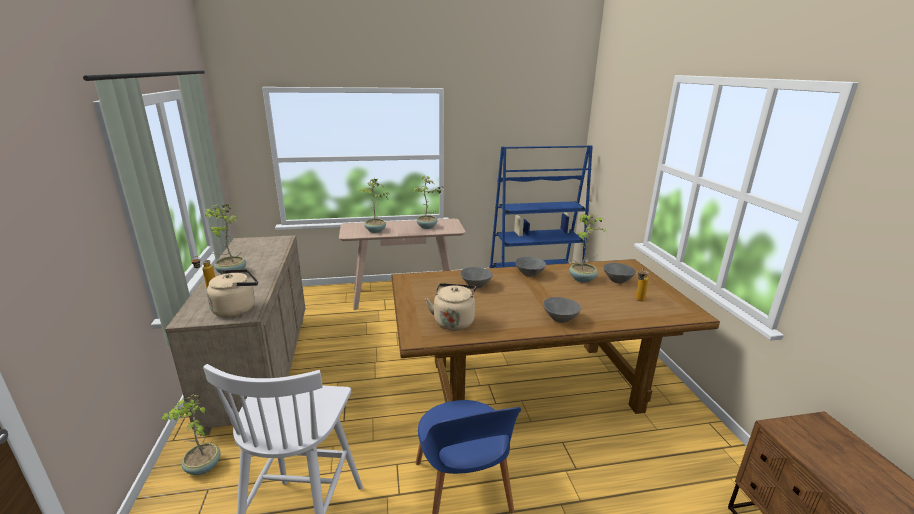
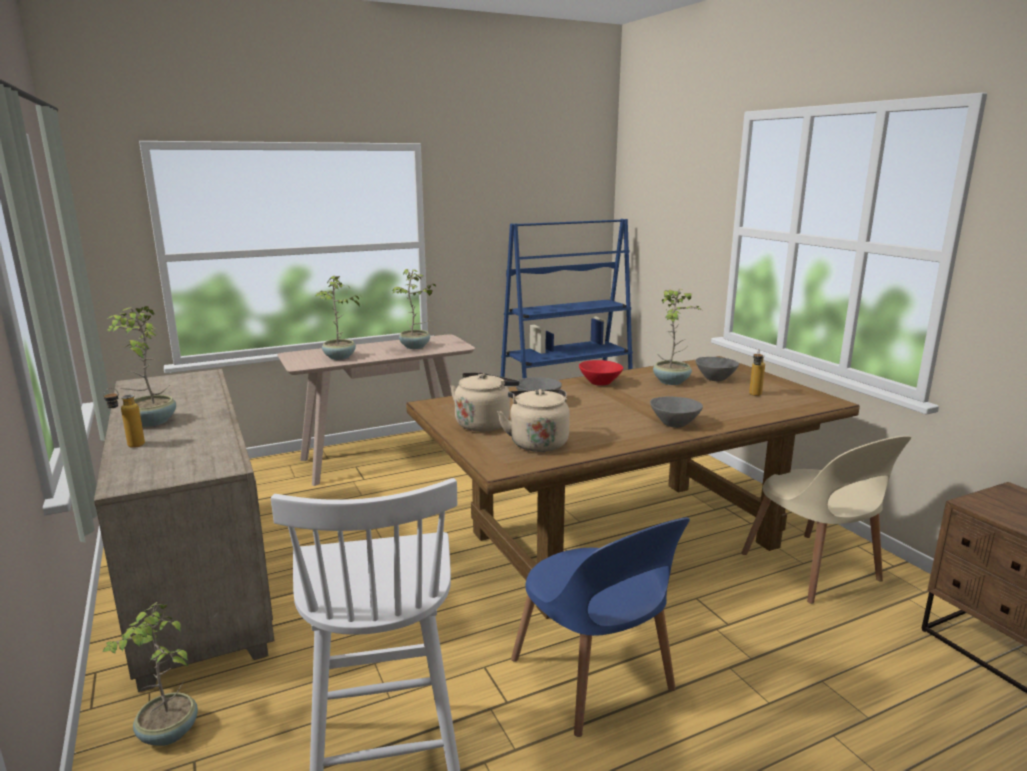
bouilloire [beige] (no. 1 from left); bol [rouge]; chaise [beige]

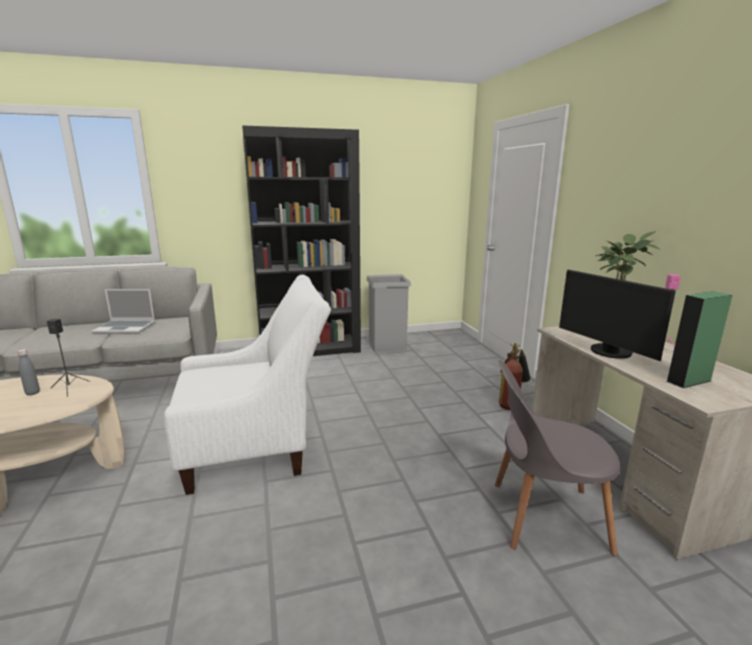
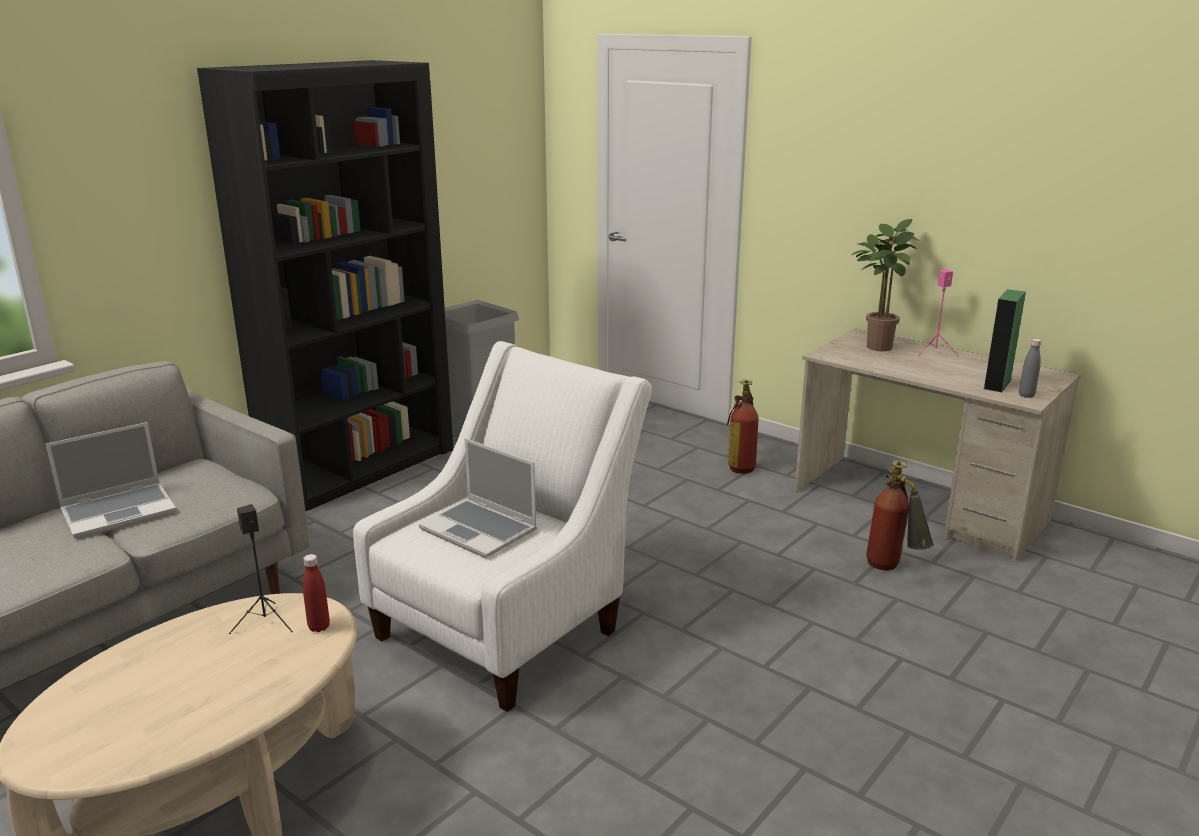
bouteille [gris]; extincteur (no. 2 from left); écran d'ordinateur; bouteille [rouge]; ordinateur portable (no. 2 from left)

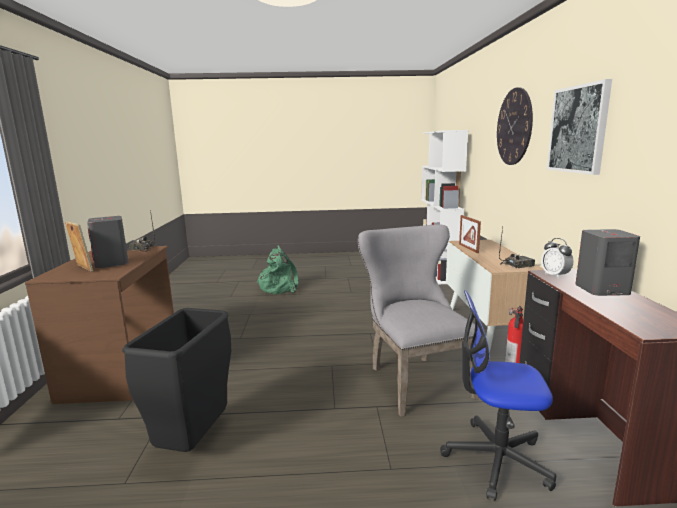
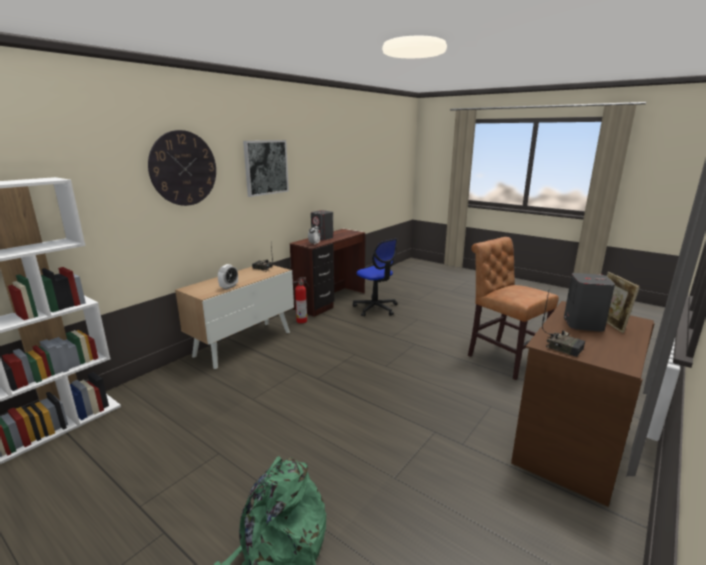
chaise [marron]; chaise [gris]; réveil (no. 1 from left)

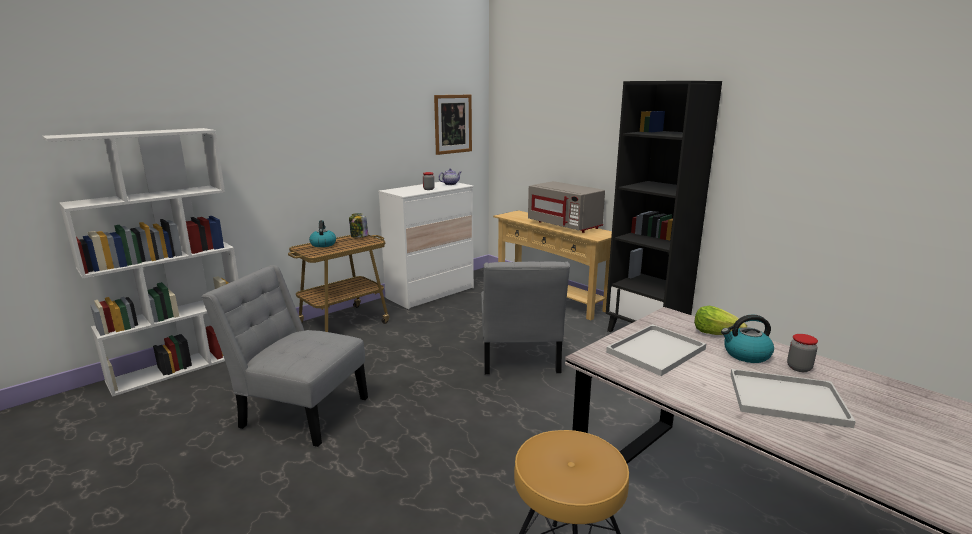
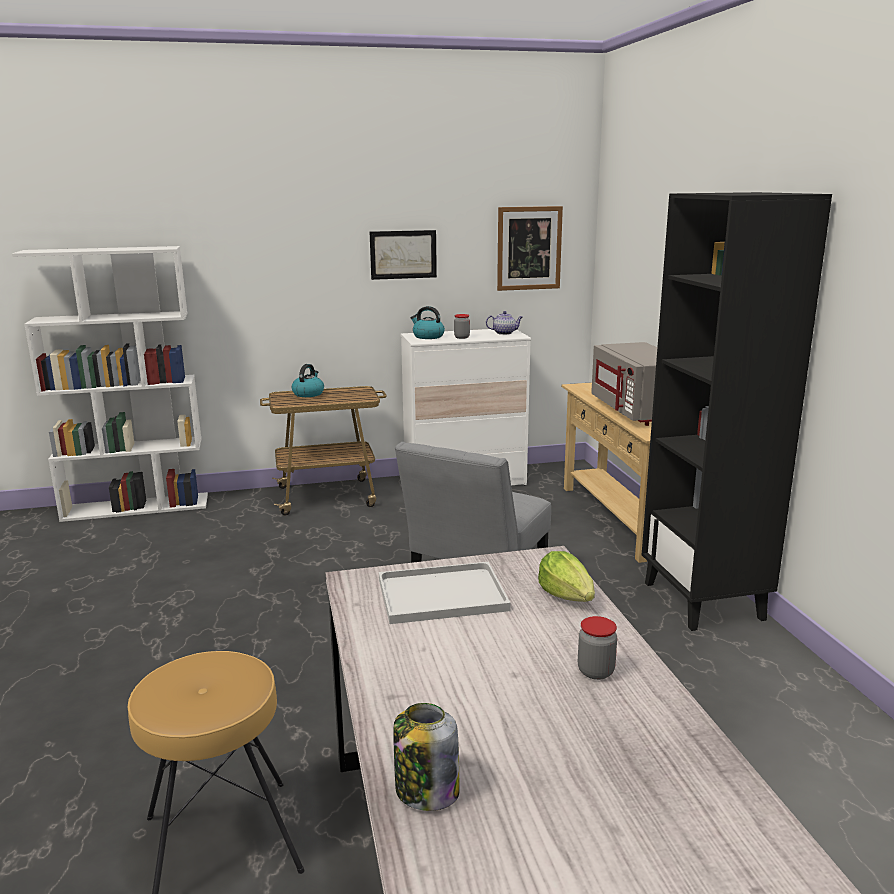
chaise [gris] (no. 1 from left in the first image); bocal (no. 1 from left); bouilloire (no. 2 from left); plateau [blanc] (no. 2 from left in the first image); tableau (no. 1 from left)

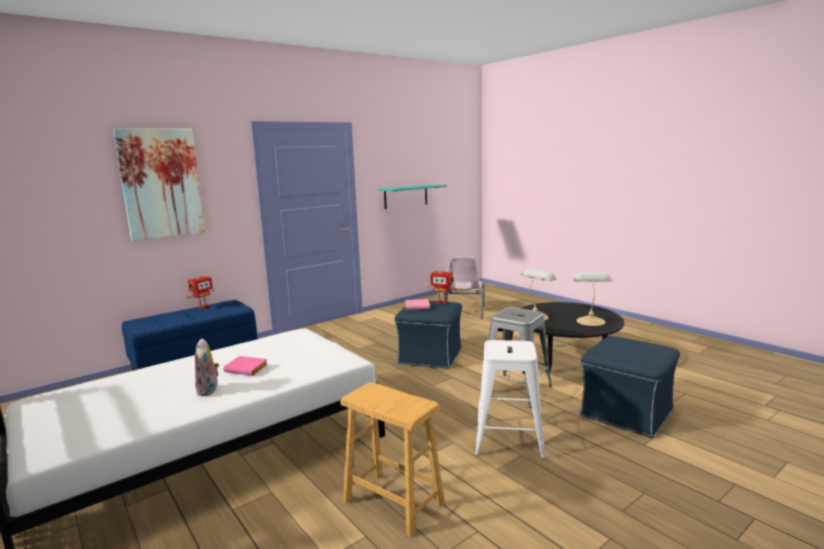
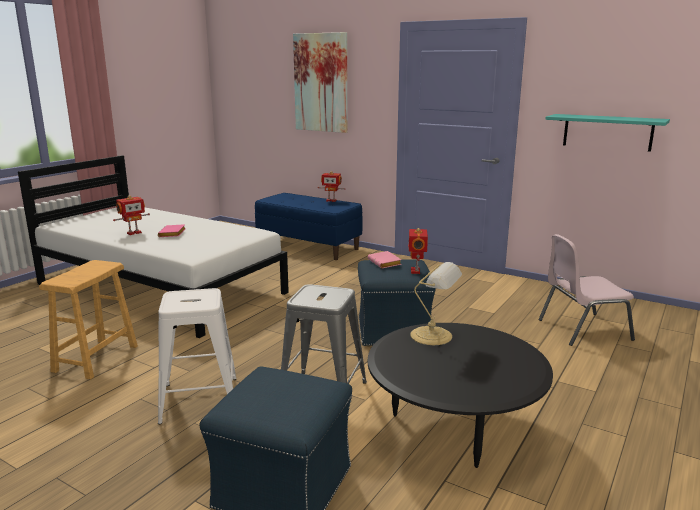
robot jouet (no. 1 from left); lampe de table (no. 2 from left in the first image)

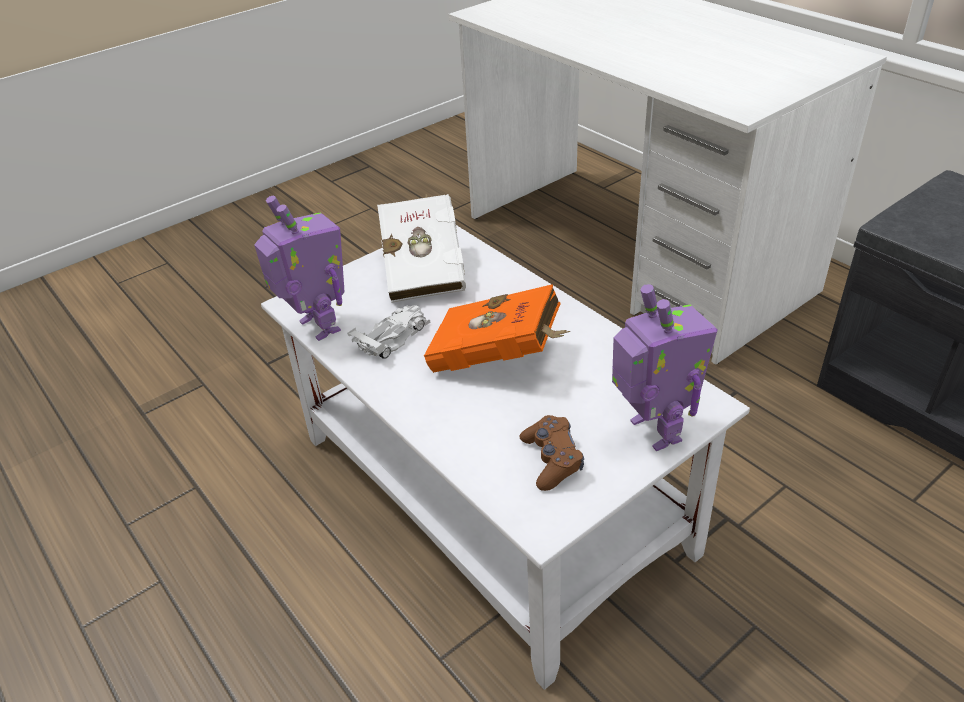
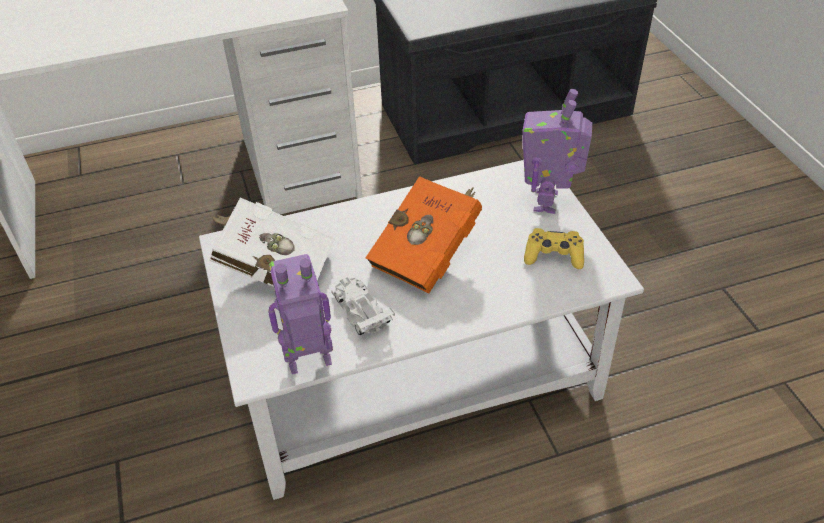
manette [jaune]; robot jouet (no. 2 from left)

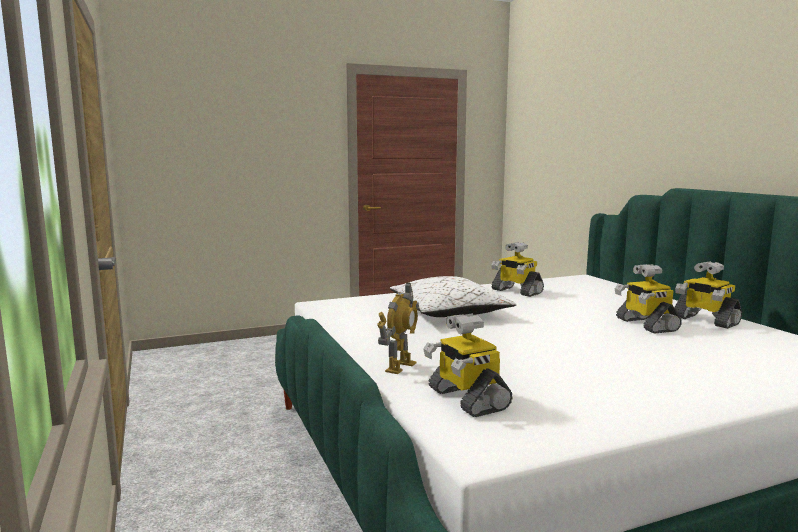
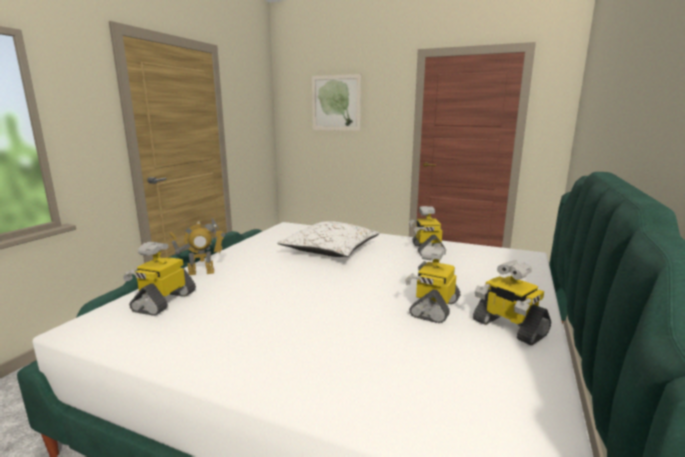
robot jouet (no. 5 from left); tableau

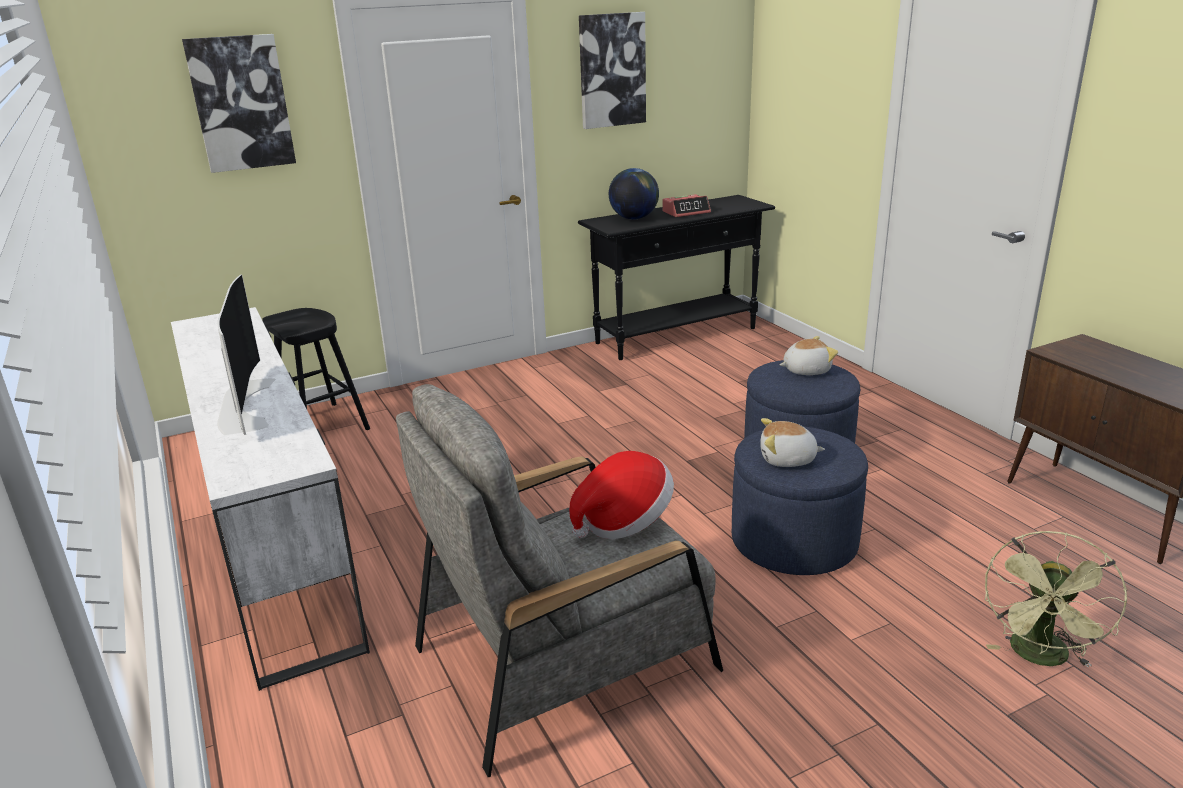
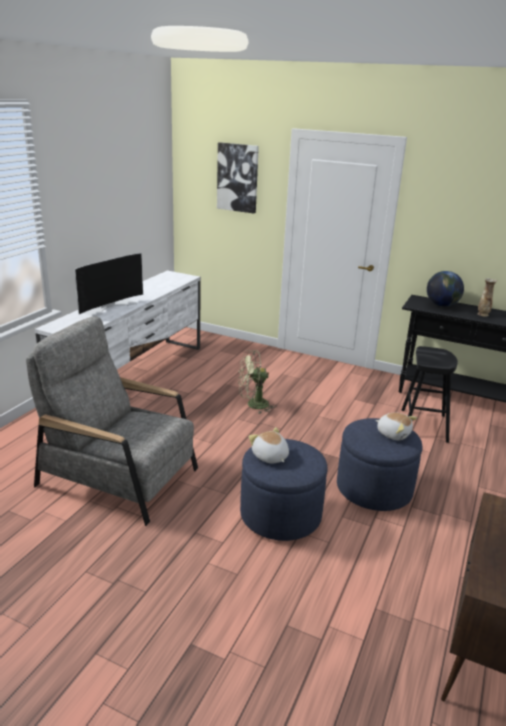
tabouret [noir]; chapeau; tableau (no. 2 from left in the first image); vase; ventilateur [vert]

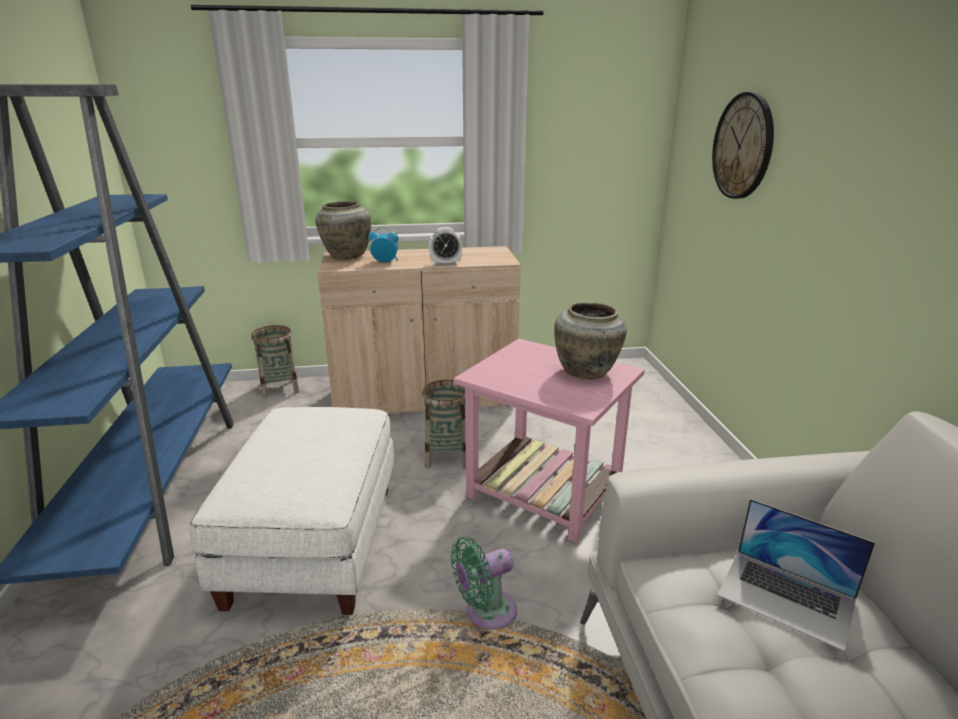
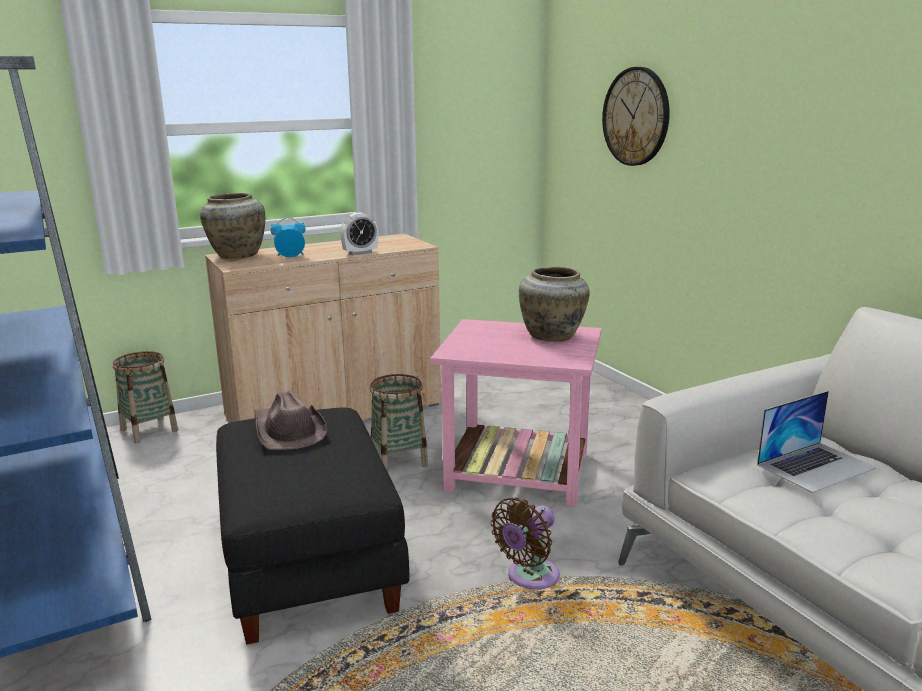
pouf [noir]; ventilateur [marron]; ordinateur portable; chapeau [marron]

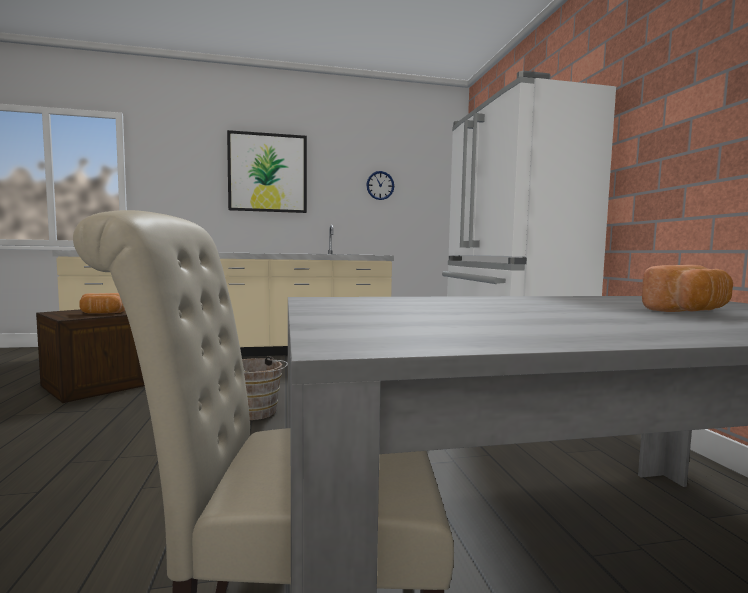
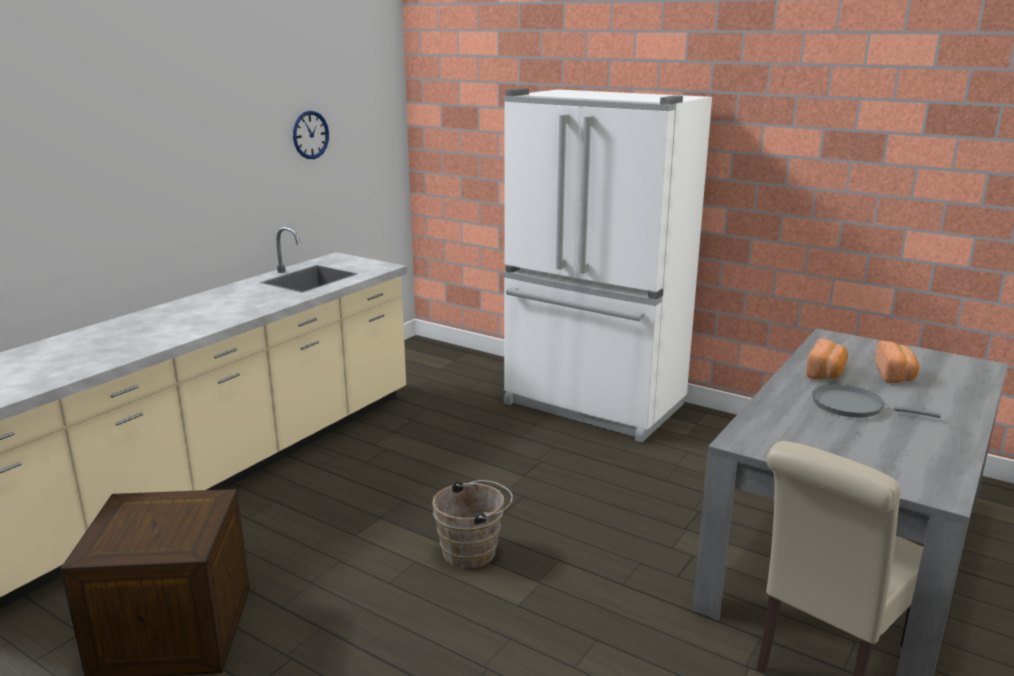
pain (no. 1 from left); tableau; poêle [gris]

